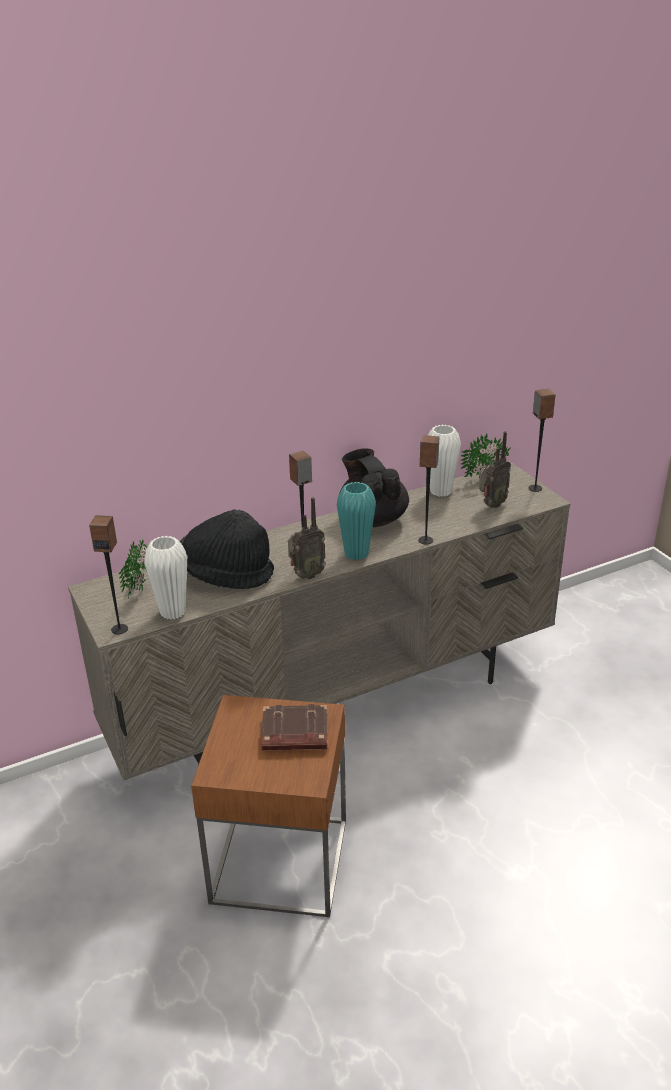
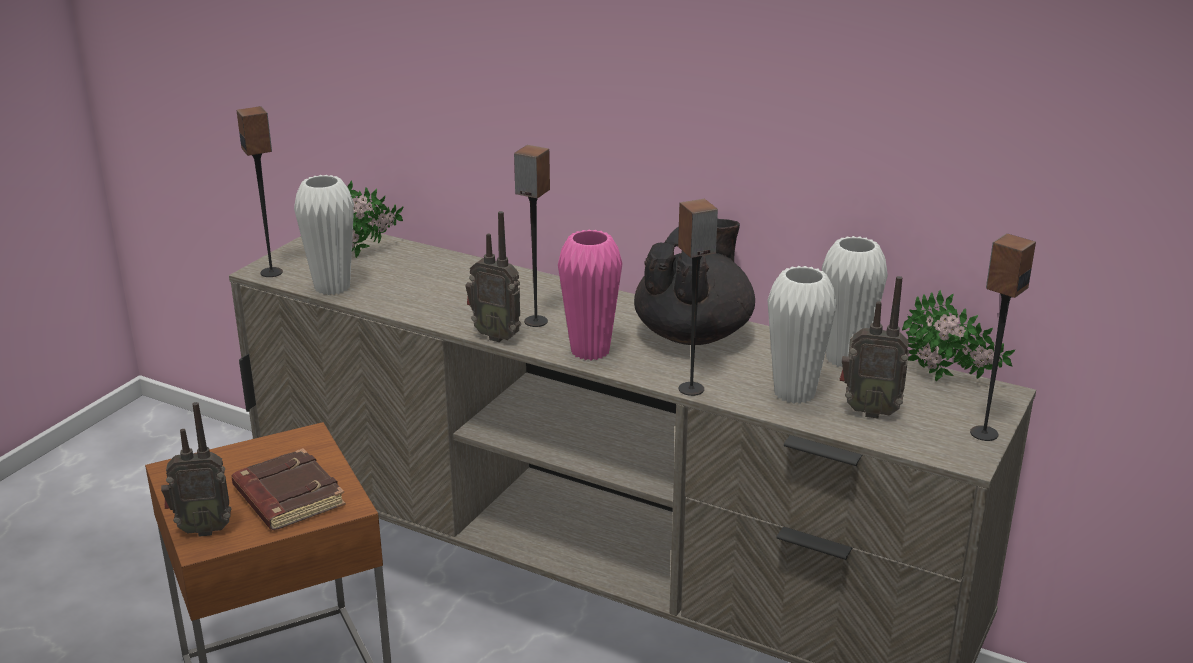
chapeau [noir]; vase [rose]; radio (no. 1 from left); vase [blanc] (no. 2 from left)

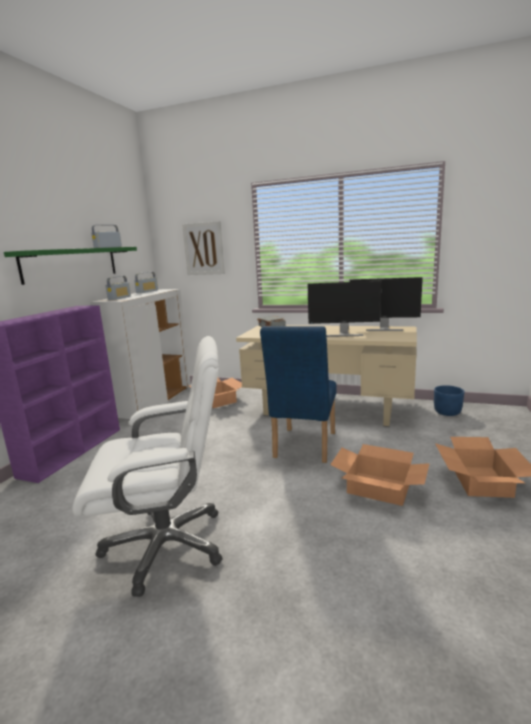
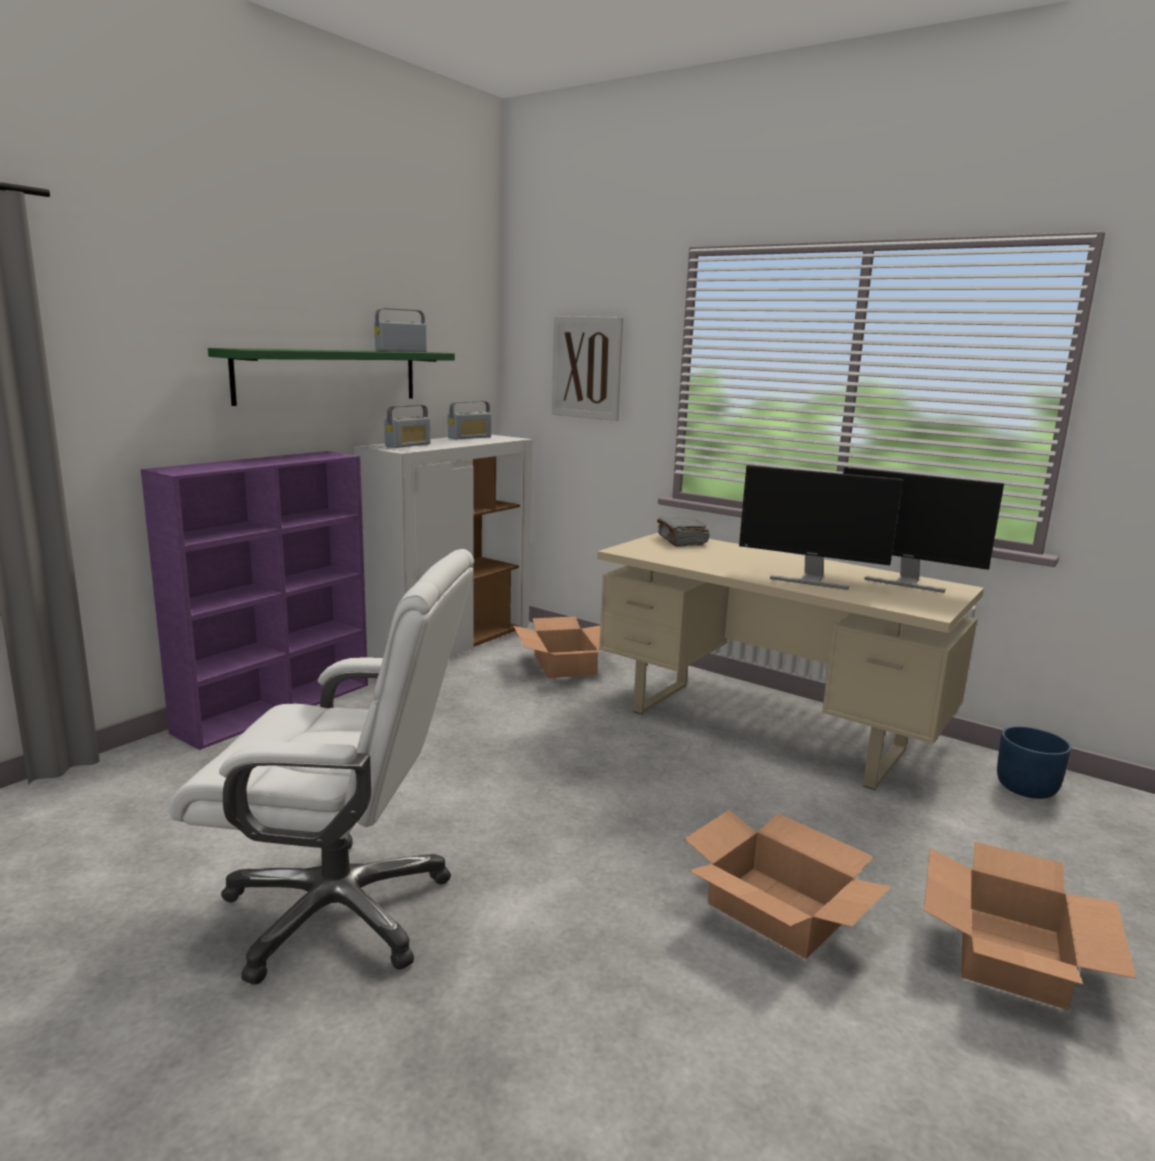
chaise [bleu]

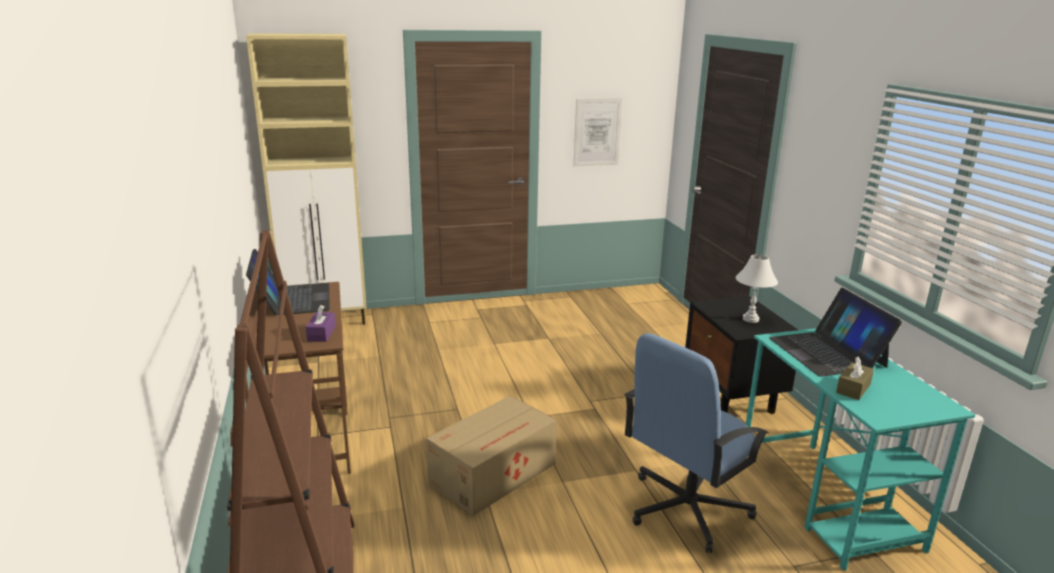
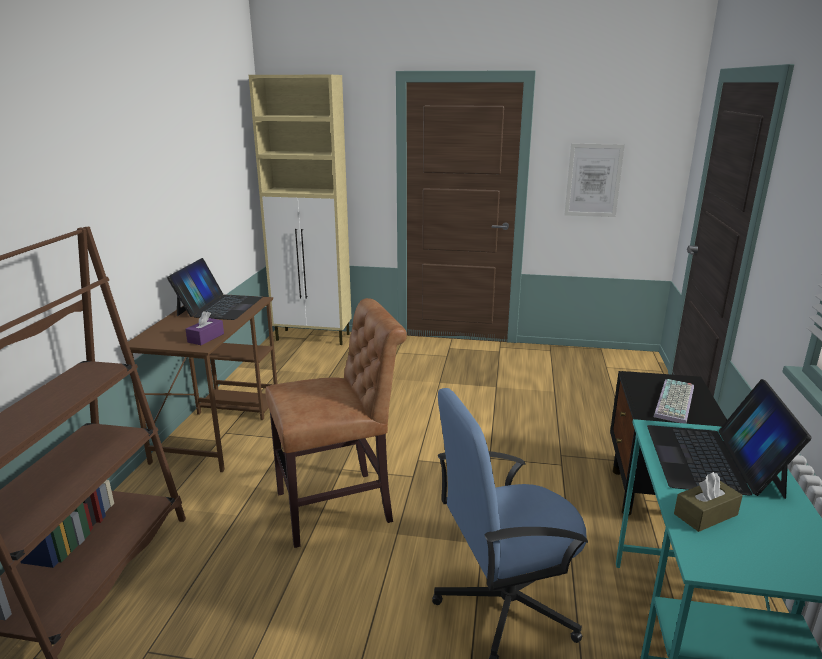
chaise [marron]; clavier

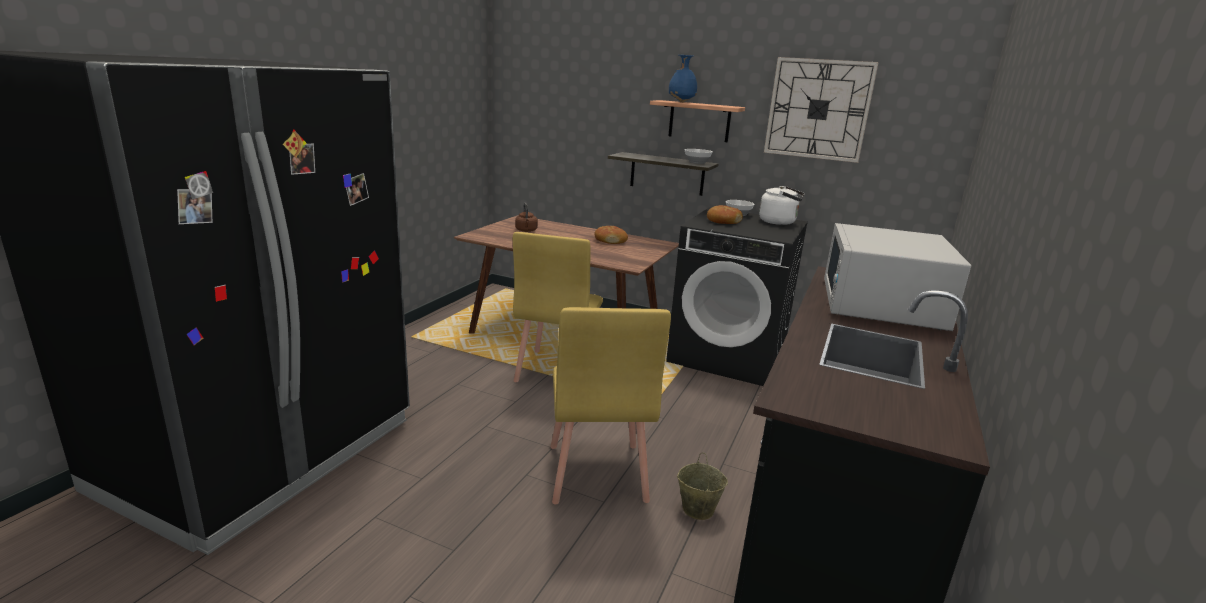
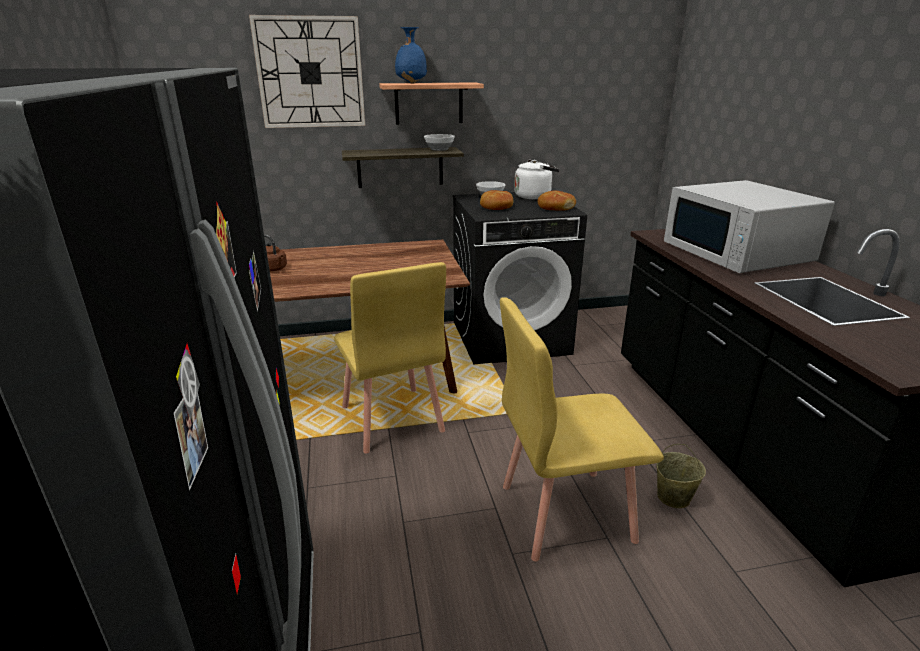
chaise [jaune] (no. 2 from left); pain (no. 2 from left); horloge murale

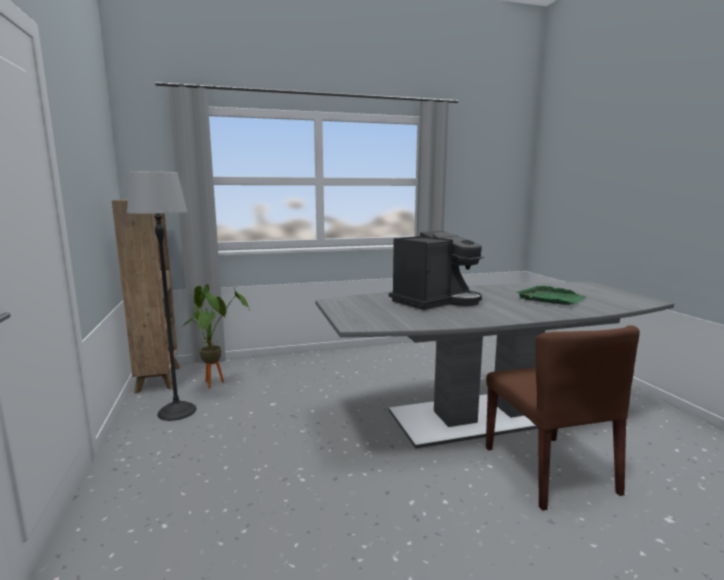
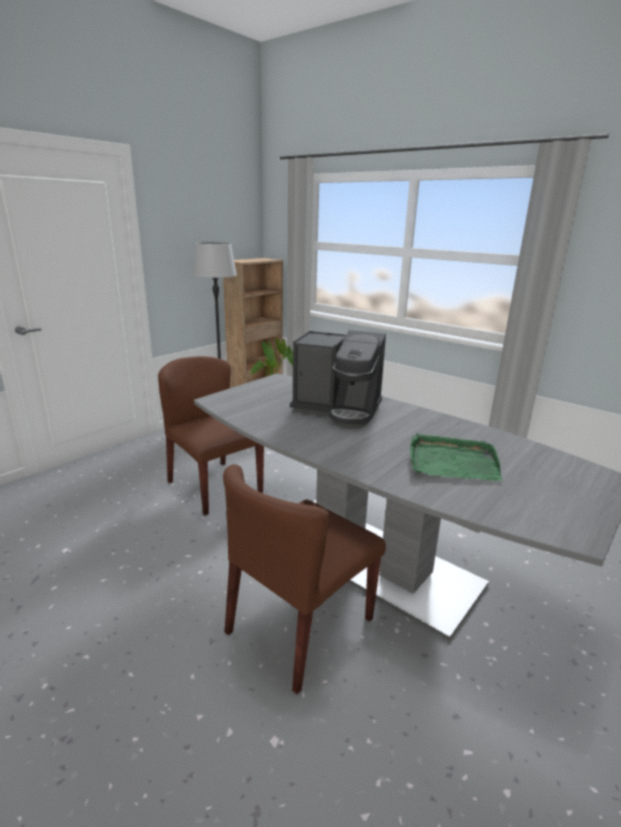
chaise [marron] (no. 1 from left)

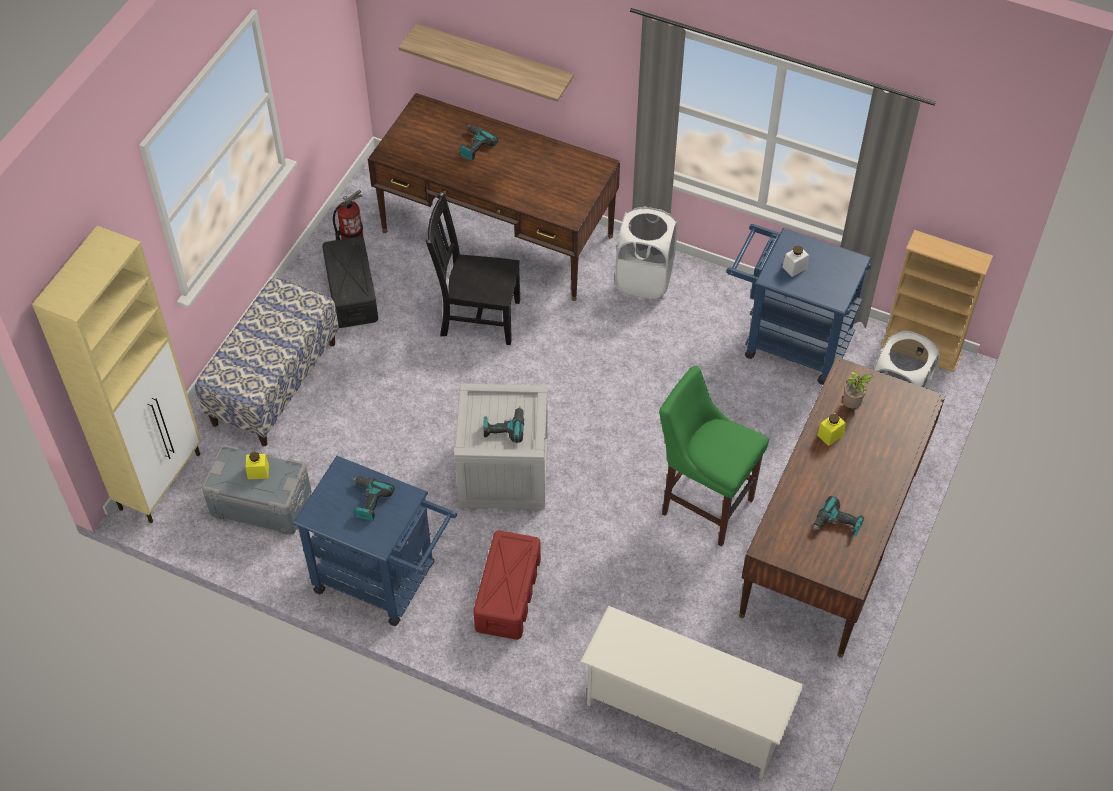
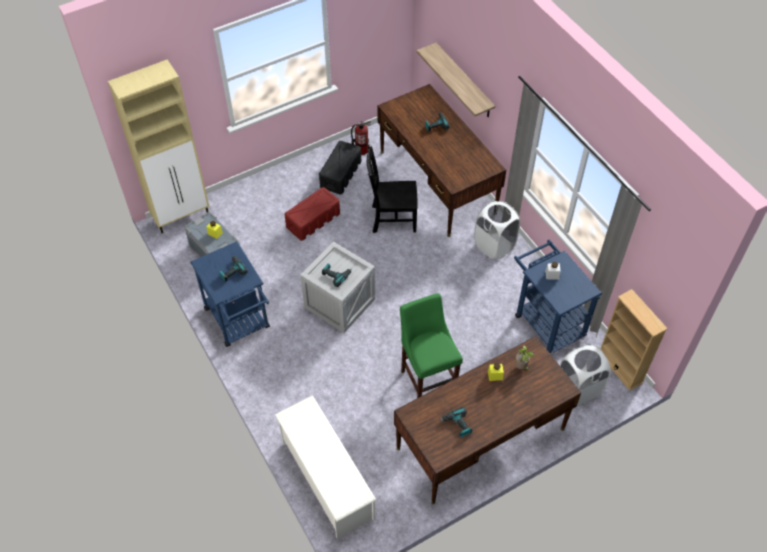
banc; chaise [noir]; boîte de rangement [rouge]

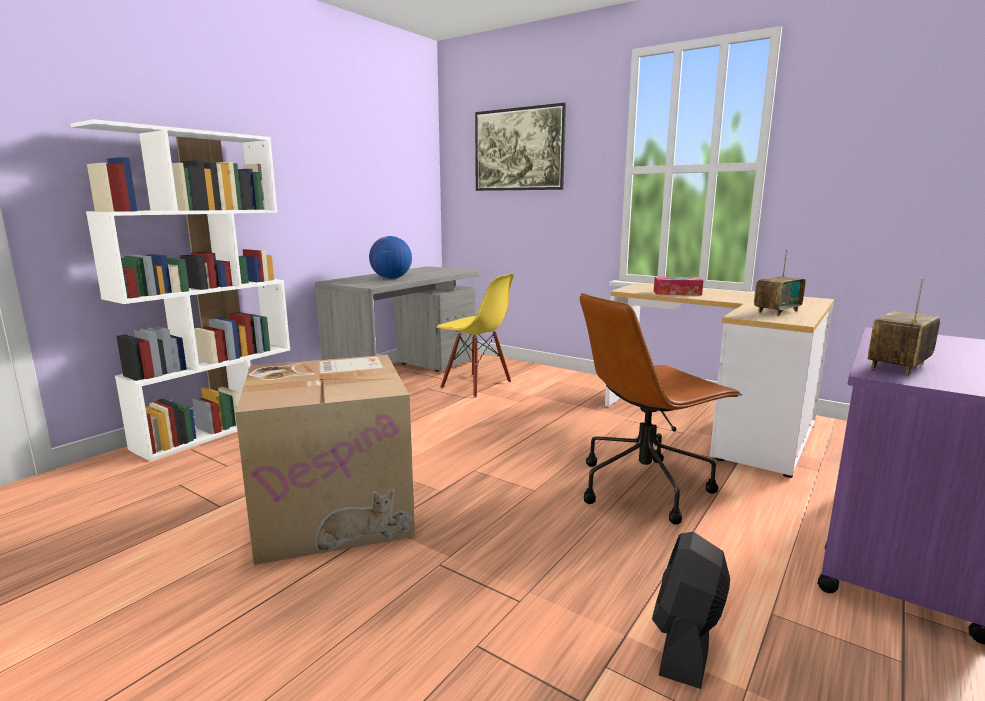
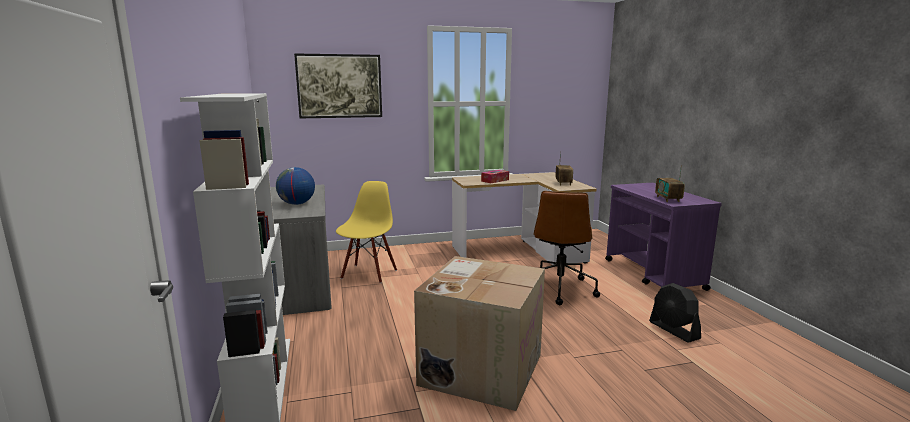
chaise [jaune]

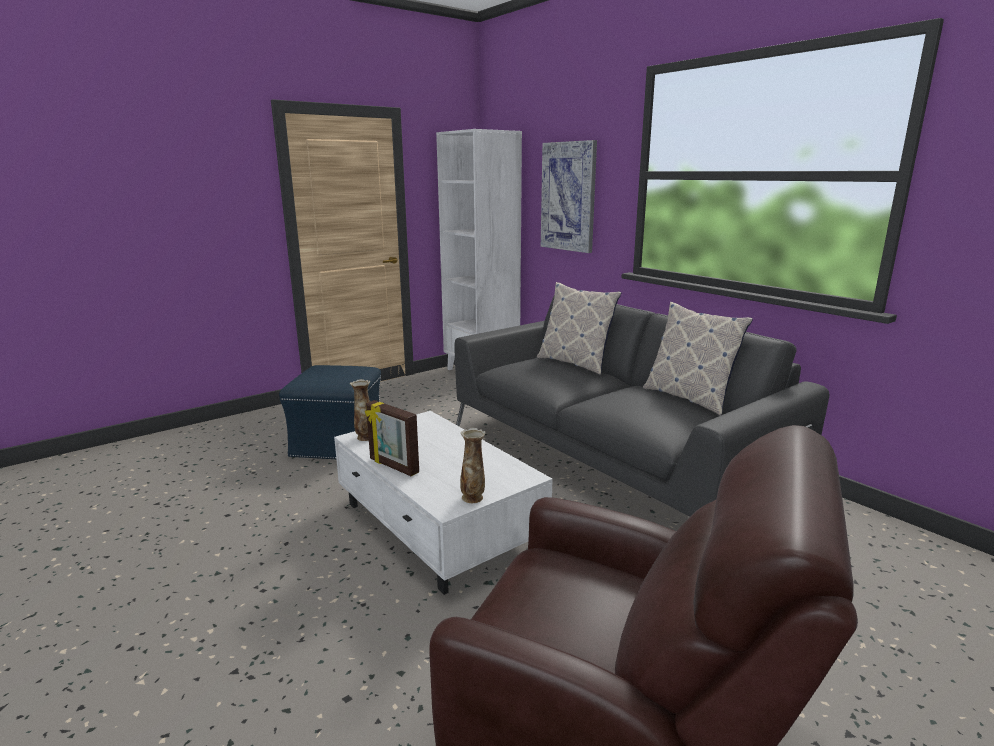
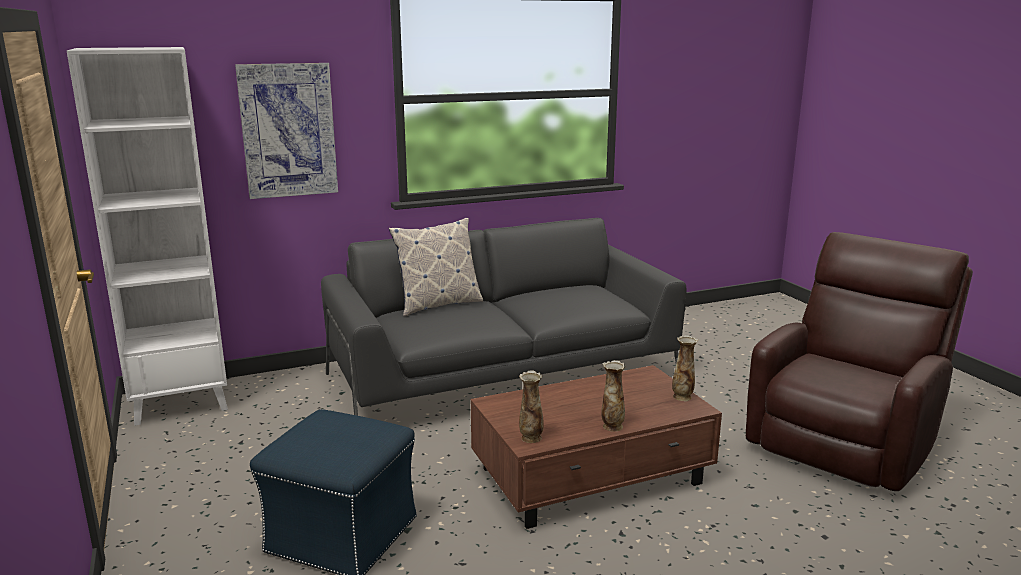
table basse [marron]; vase (no. 2 from left); coussin (no. 2 from left in the first image)

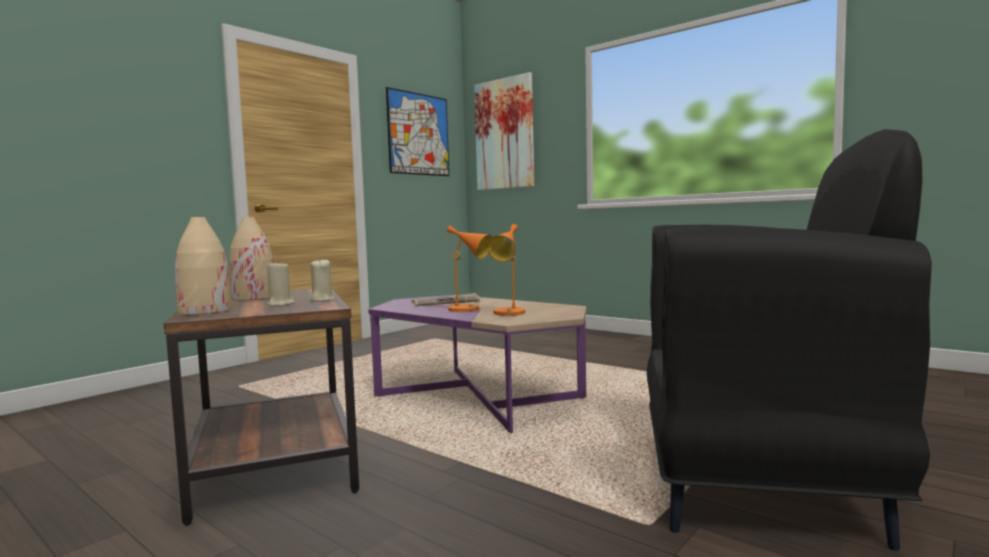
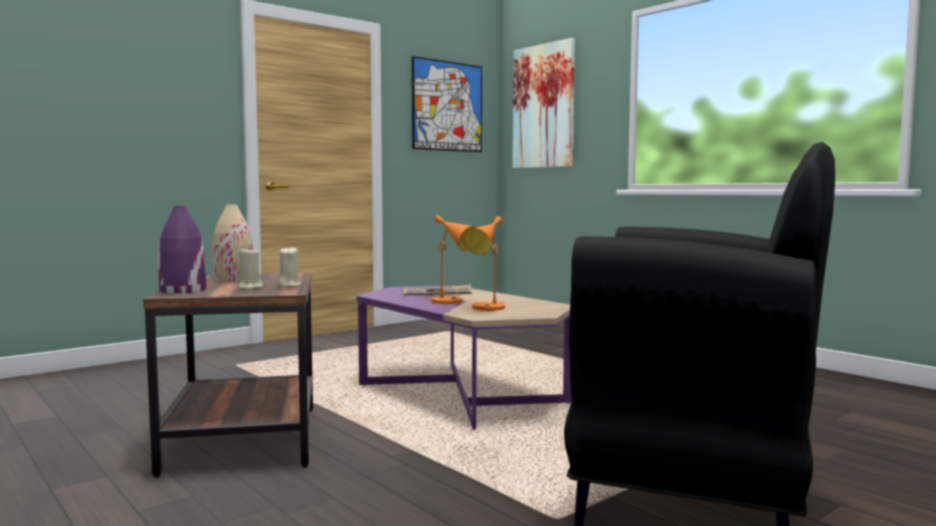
vase [violet]

